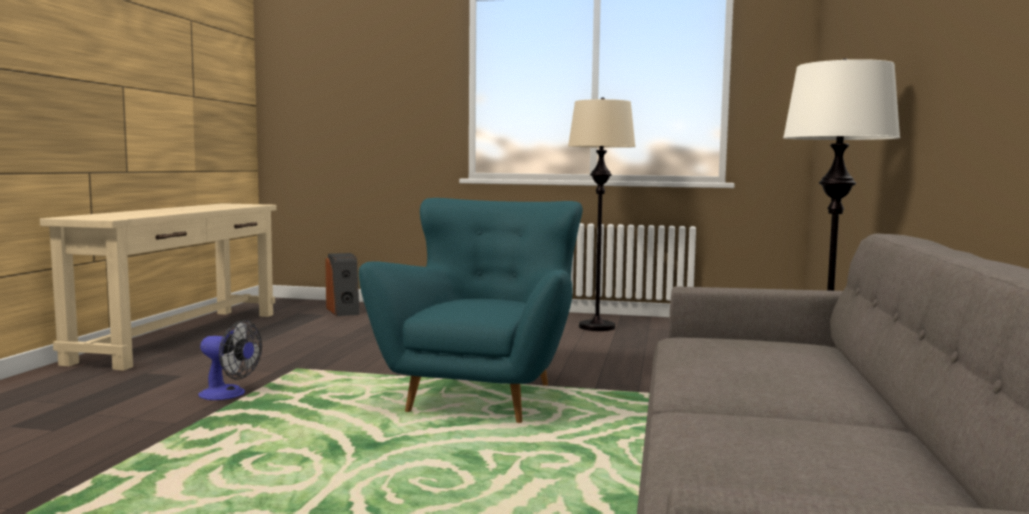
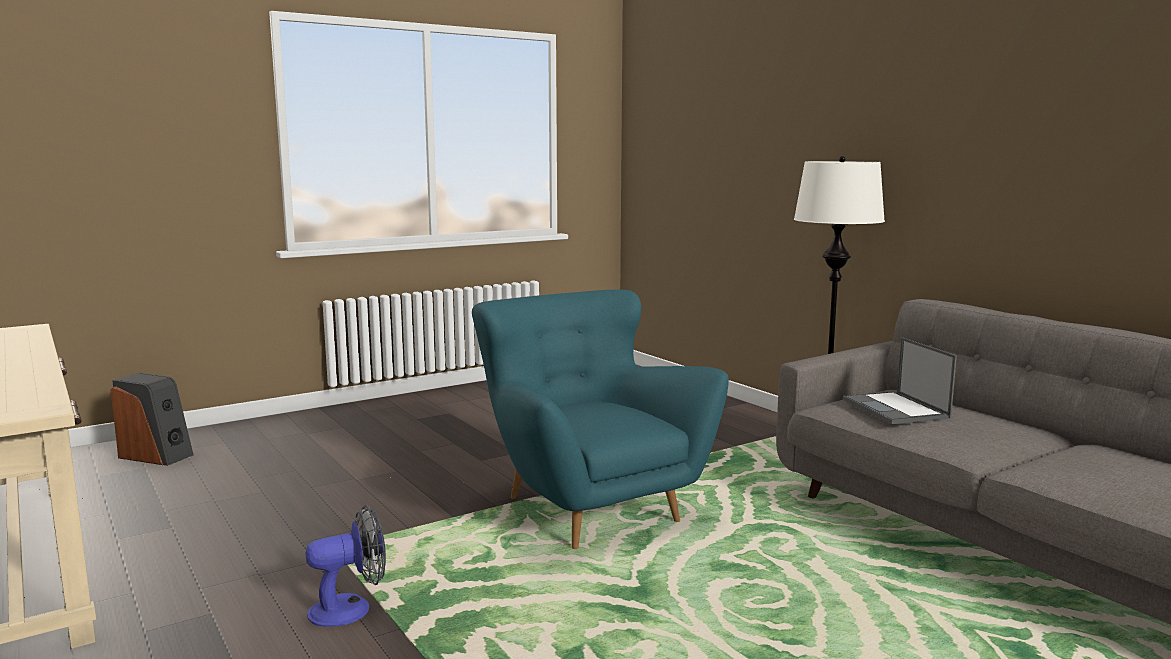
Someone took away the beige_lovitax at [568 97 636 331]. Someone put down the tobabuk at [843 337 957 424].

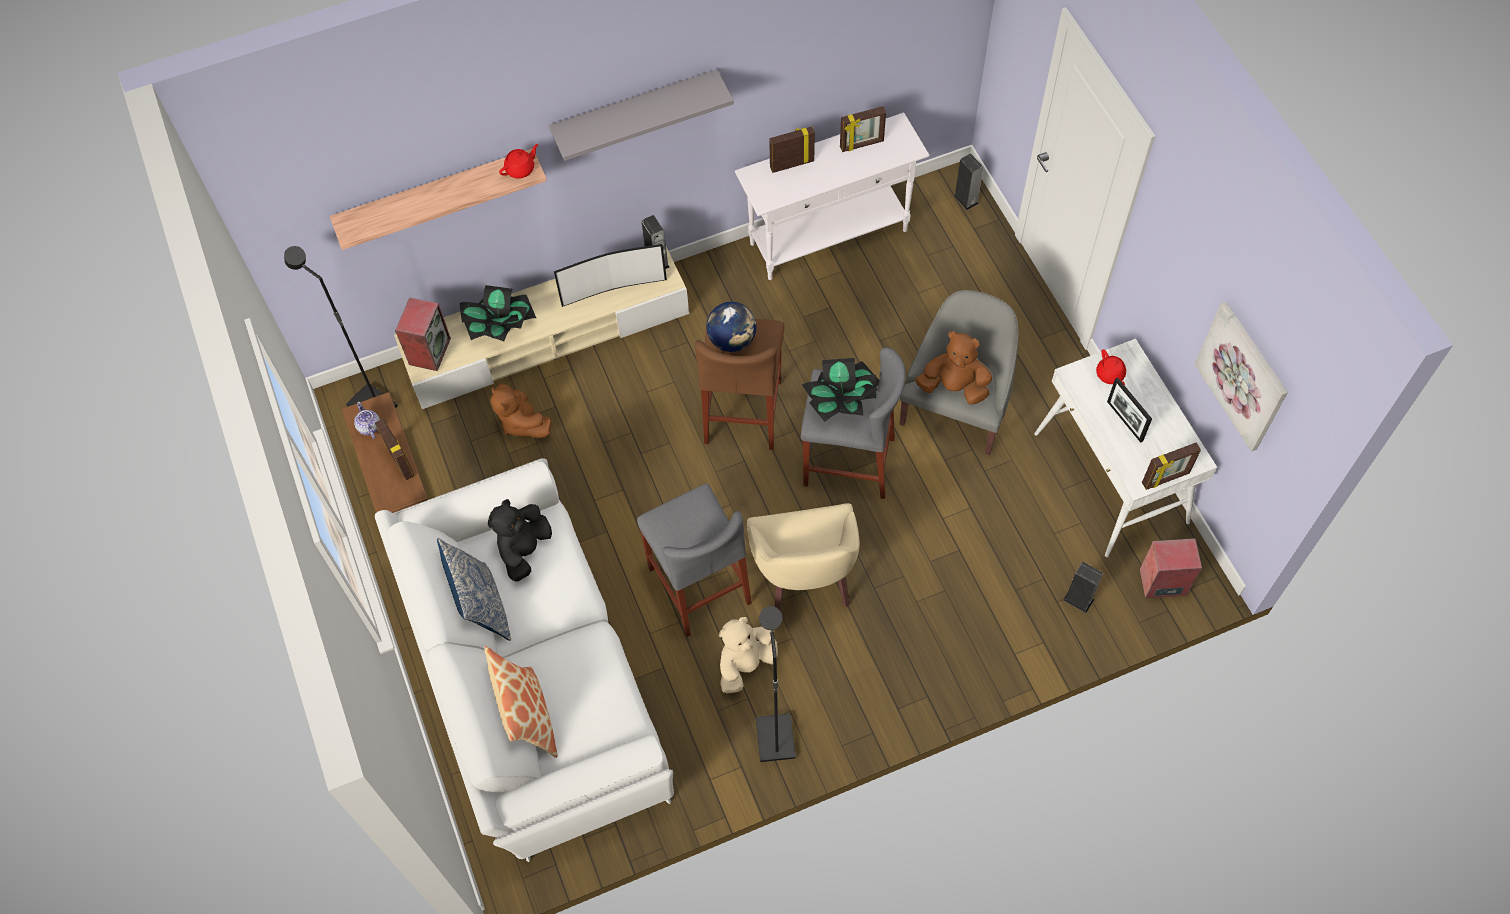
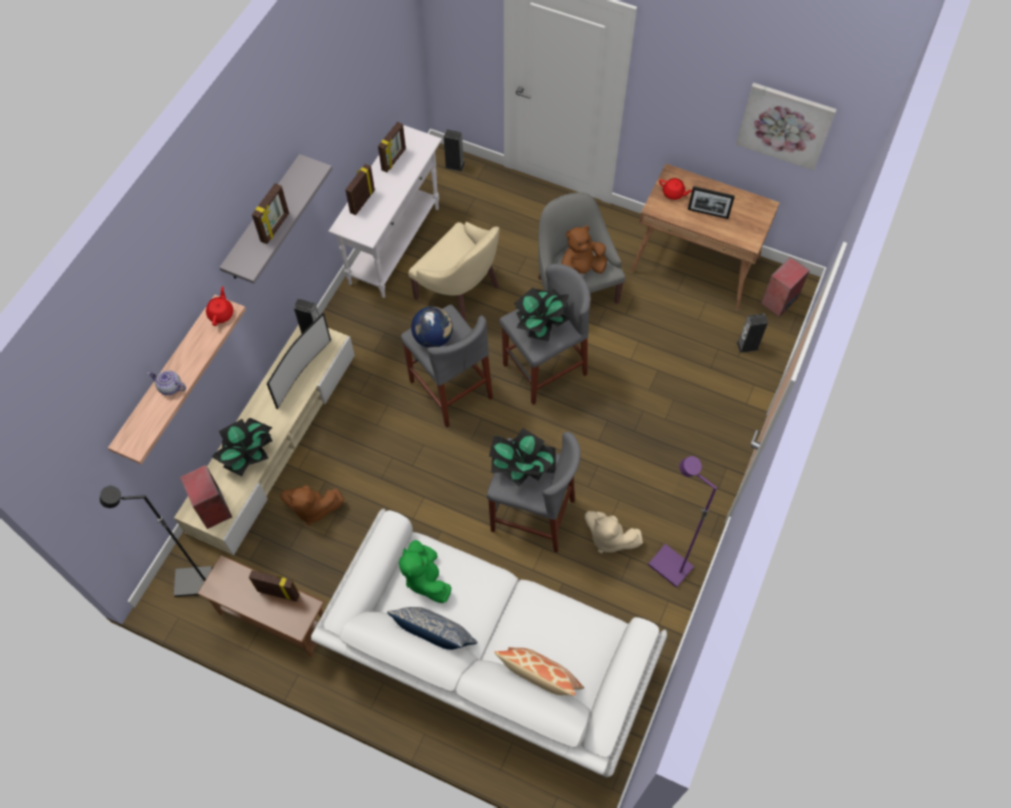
Someone put down the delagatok at [489 428 556 487]. Someone carried the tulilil from [354 402 380 439] to [147 370 186 395]. Someone carried the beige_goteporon from [747 503 860 611] to [408 222 500 321]. Someone carried the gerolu from [1142 442 1201 490] to [252 183 289 244]. Someone repainted the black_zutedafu at [488 499 552 582], which became the green_zutedafu at [399 540 451 603]. Someone repainted the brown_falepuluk at [695 319 785 450], which became the grey_falepuluk at [401 305 493 428]. Someone repainted the black_lovitax at [756 606 796 762], which became the purple_lovitax at [648 456 717 588]. Someone repainted the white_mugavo at [1034 339 1217 557], which became the brown_mugavo at [631 163 780 311]. Someone rotated the beige_zutedafu at [719 617 778 693] by 60 degrees counterclockwise.

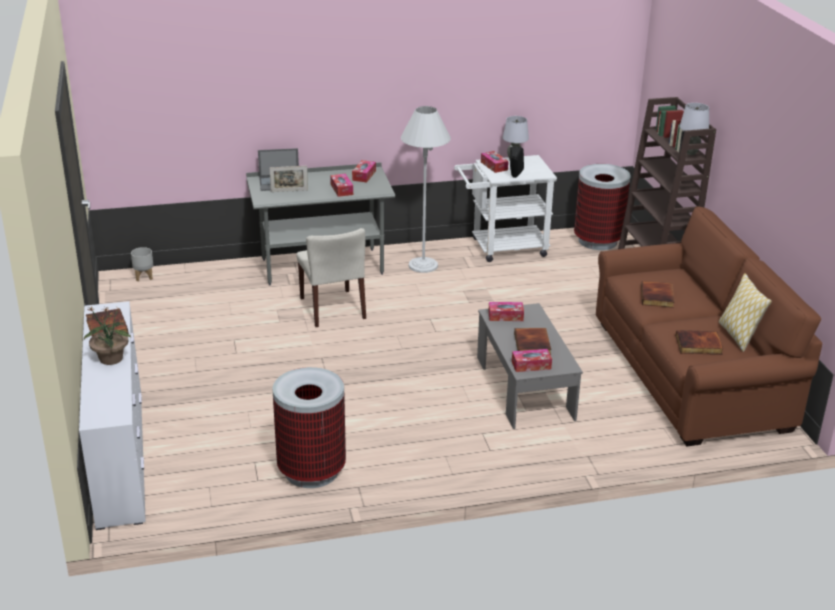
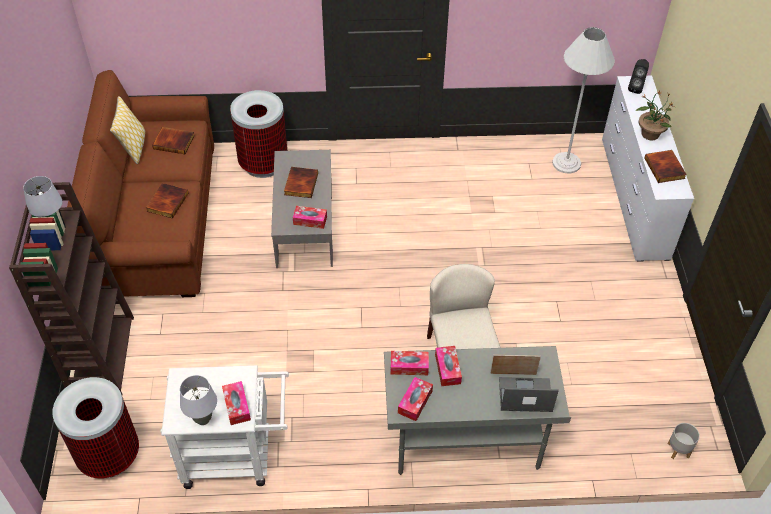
Someone carried the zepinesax from [272 367 346 488] to [230 90 287 178]. Someone carried the white_lovitax from [401 106 451 273] to [552 27 615 173]. Someone carried the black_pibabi from [510 147 524 178] to [628 59 649 94]. Someone carried the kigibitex from [512 349 552 372] to [390 351 429 375].

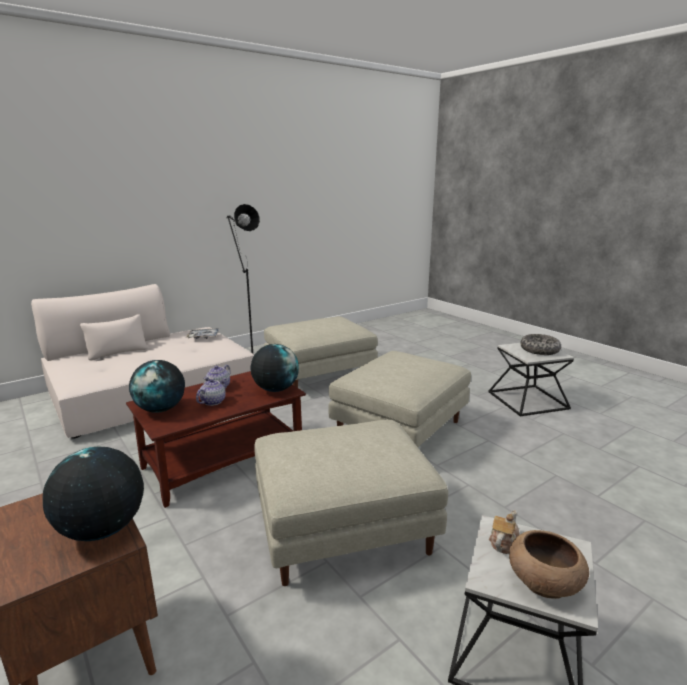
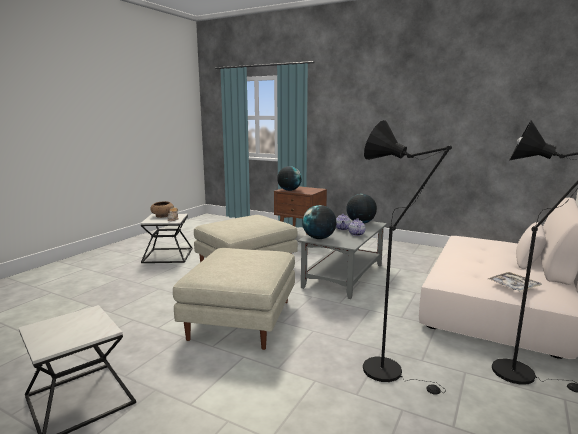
Someone took away the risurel at [520 334 561 355]. Someone swapped the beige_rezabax at [264 316 378 388] for the black_lovitax at [363 120 452 395]. Someone repainted the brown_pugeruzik at [126 371 306 508], which became the grey_pugeruzik at [298 218 387 299].

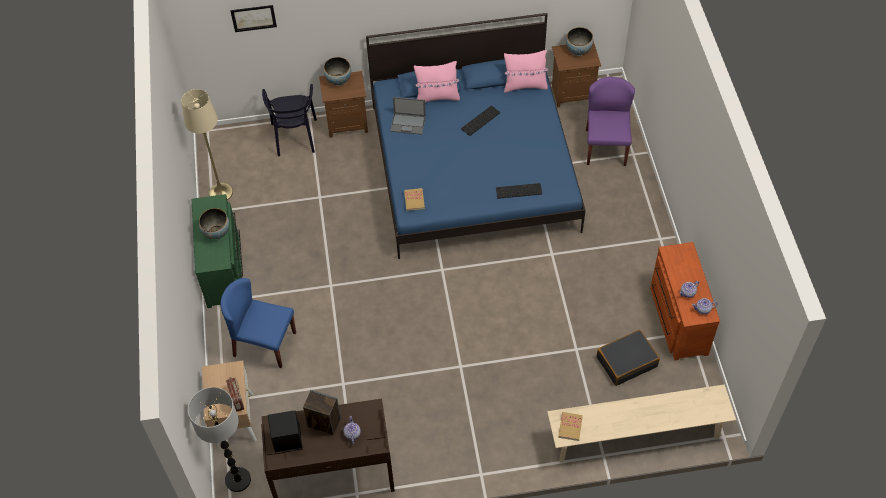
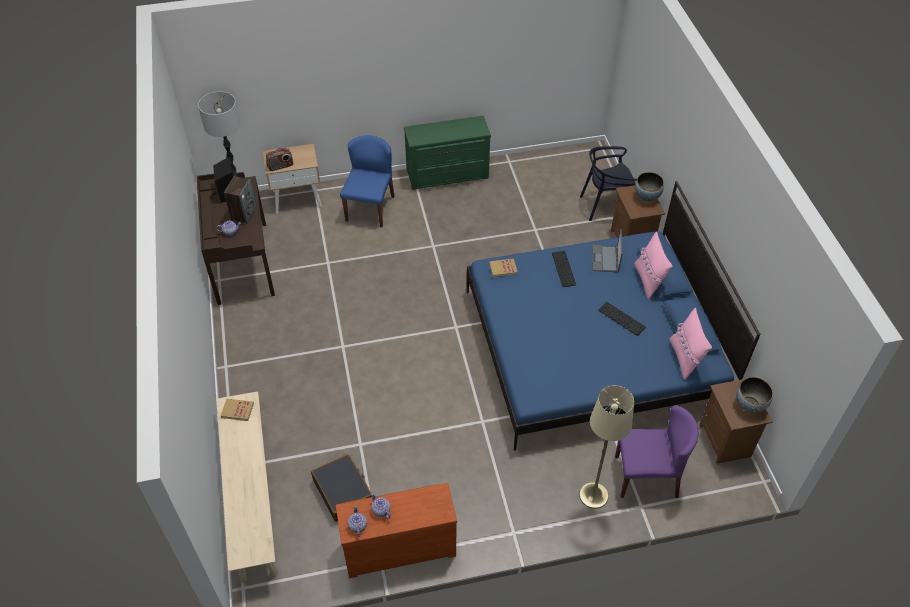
Someone took away the risurel at [199 208 229 239]. Someone took away the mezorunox at [230 5 277 32]. Someone carried the beige_lovitax from [181 89 233 200] to [579 385 634 509]. Someone carried the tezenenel from [496 183 542 199] to [552 251 576 287].

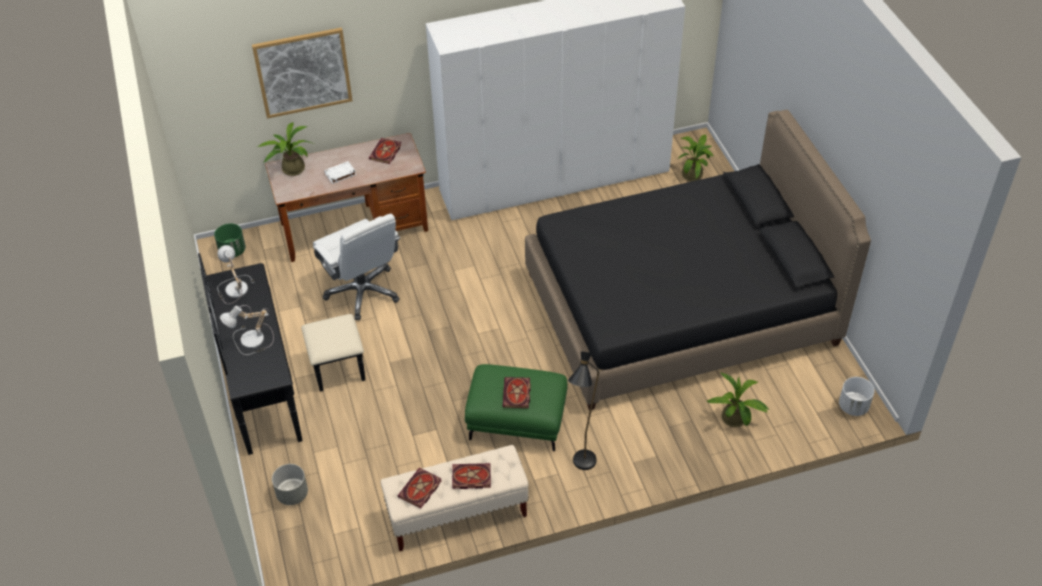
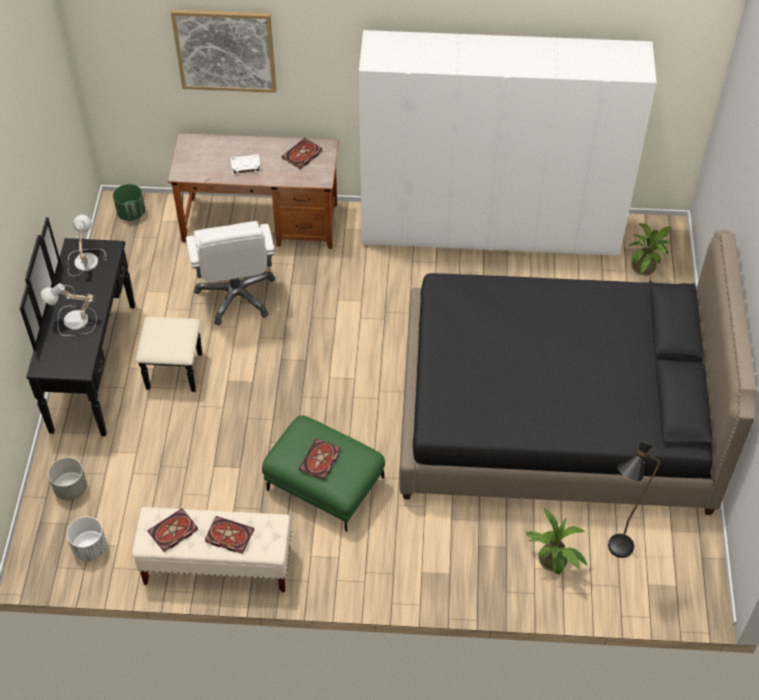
Someone took away the delagatok at [257 122 312 176]. Someone carried the black_lovitax from [568 351 599 470] to [608 441 660 558]. Someone carried the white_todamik from [839 377 874 416] to [67 517 107 561].

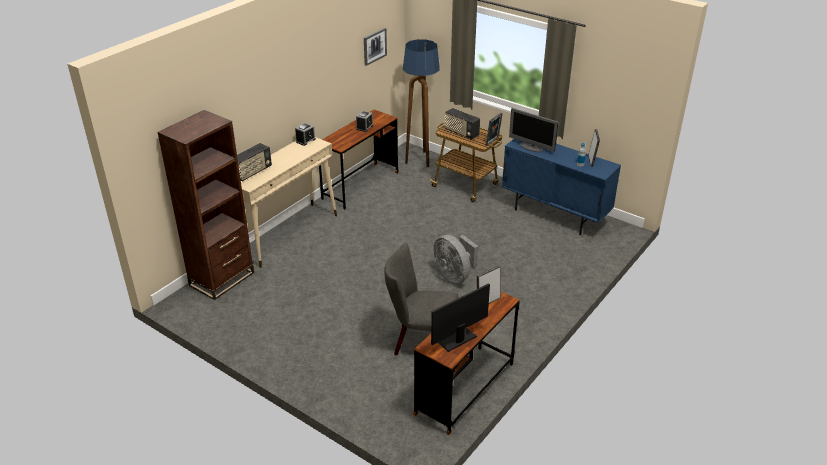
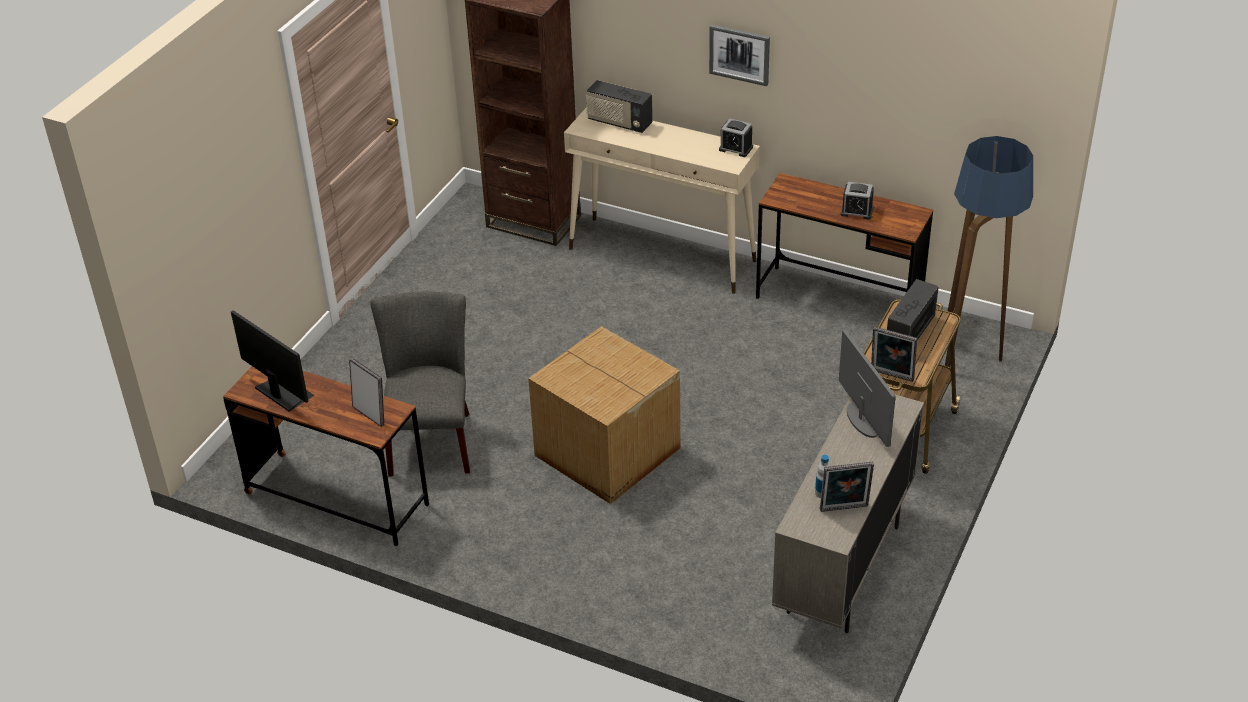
Someone carried the mezorunox from [364 28 387 66] to [709 24 770 86]. Someone swapped the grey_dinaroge at [433 235 478 283] for the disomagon at [528 326 680 504]. Someone repainted the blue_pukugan at [502 139 621 235], which became the beige_pukugan at [772 395 924 633]. Someone rotated the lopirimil at [509 108 559 152] by 135 degrees clockwise.

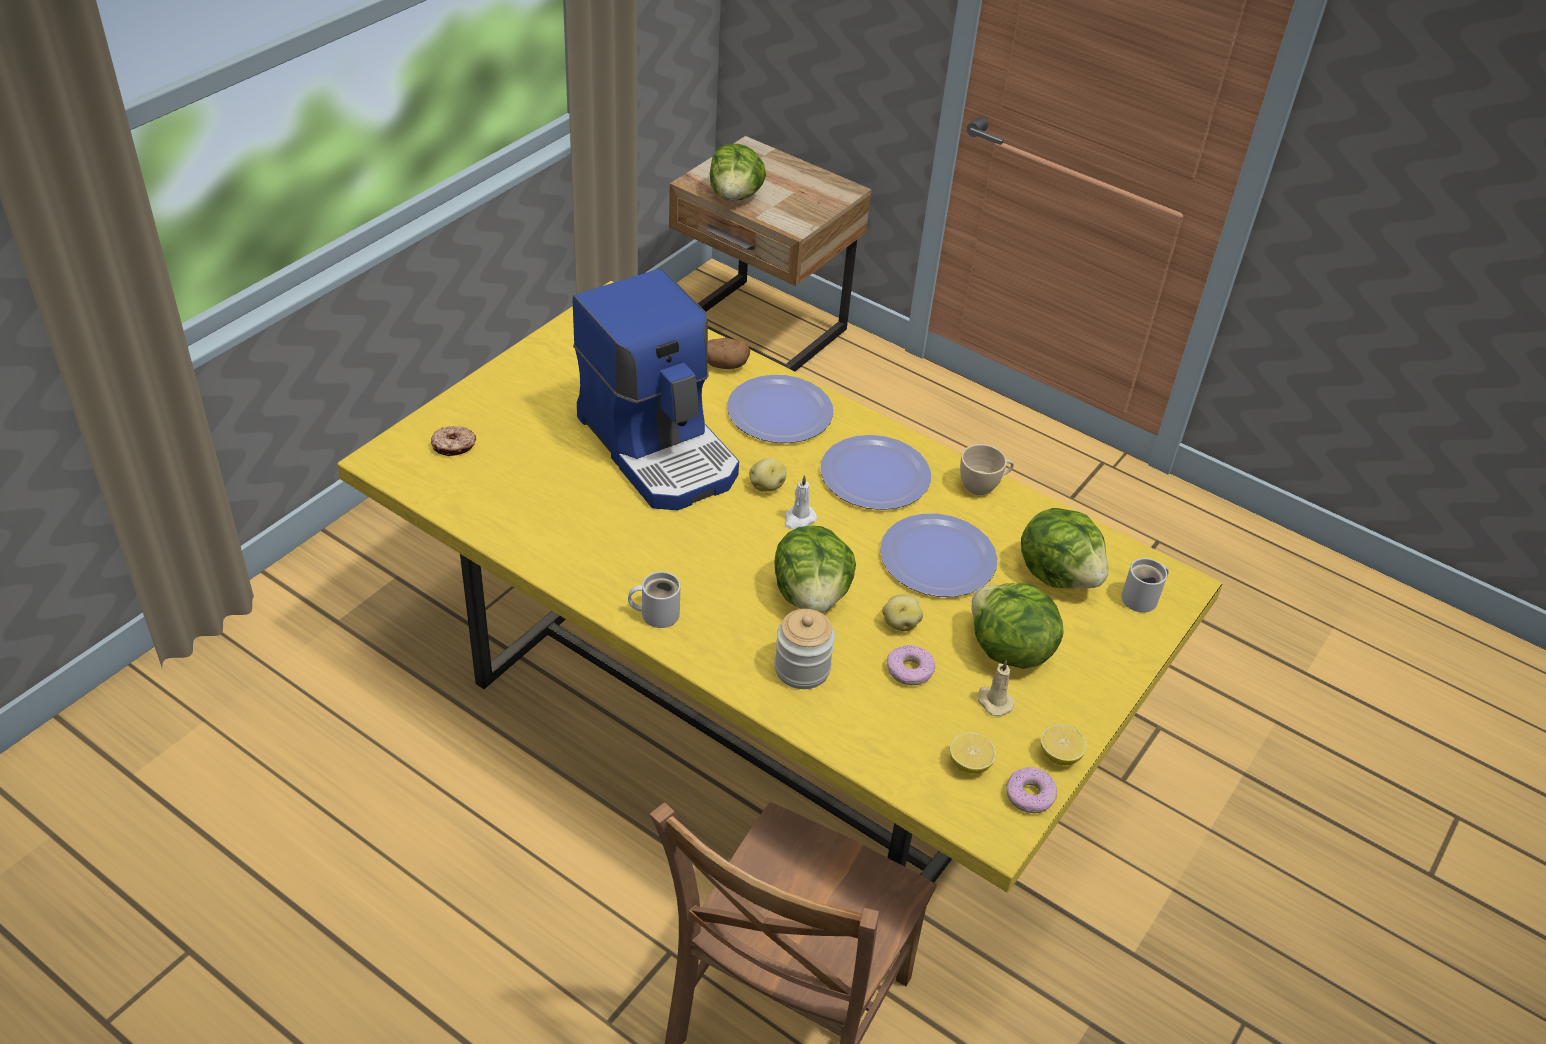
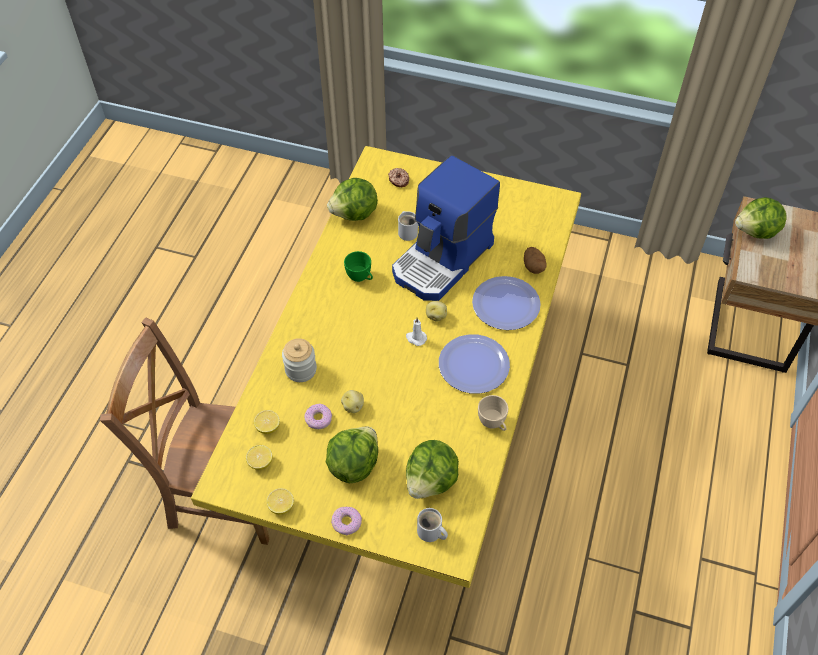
Someone took away the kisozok at [880 513 998 597]. Someone took away the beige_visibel at [978 660 1014 716]. Someone put down the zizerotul at [254 410 280 434]. Someone put down the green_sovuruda at [344 251 373 282]. Someone carried the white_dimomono from [628 572 680 628] to [398 211 418 241]. Someone carried the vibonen from [774 525 856 613] to [327 178 378 221]. Someone carried the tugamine from [1006 767 1057 813] to [331 507 362 535].

